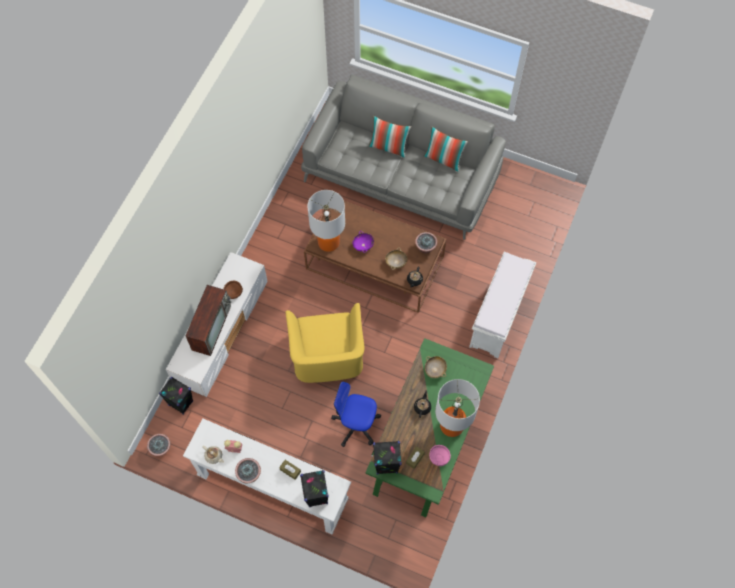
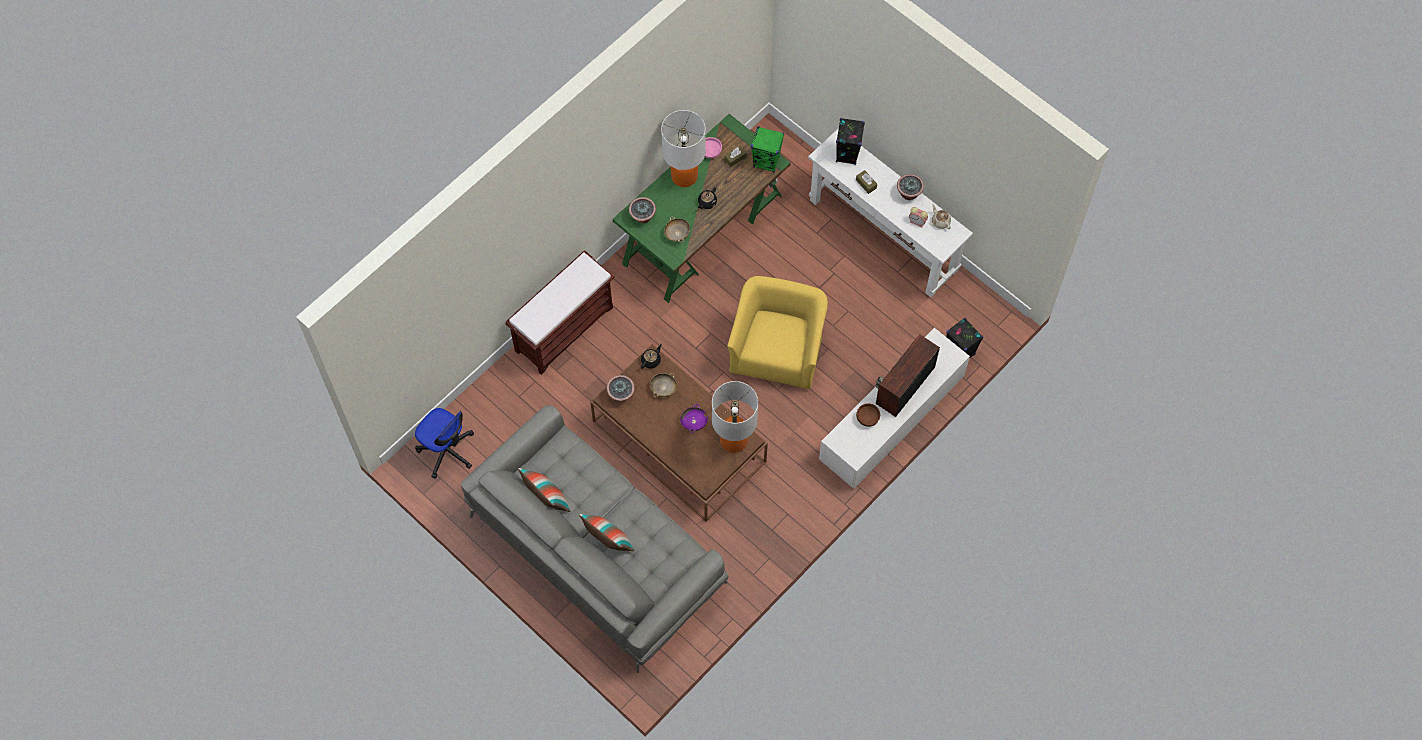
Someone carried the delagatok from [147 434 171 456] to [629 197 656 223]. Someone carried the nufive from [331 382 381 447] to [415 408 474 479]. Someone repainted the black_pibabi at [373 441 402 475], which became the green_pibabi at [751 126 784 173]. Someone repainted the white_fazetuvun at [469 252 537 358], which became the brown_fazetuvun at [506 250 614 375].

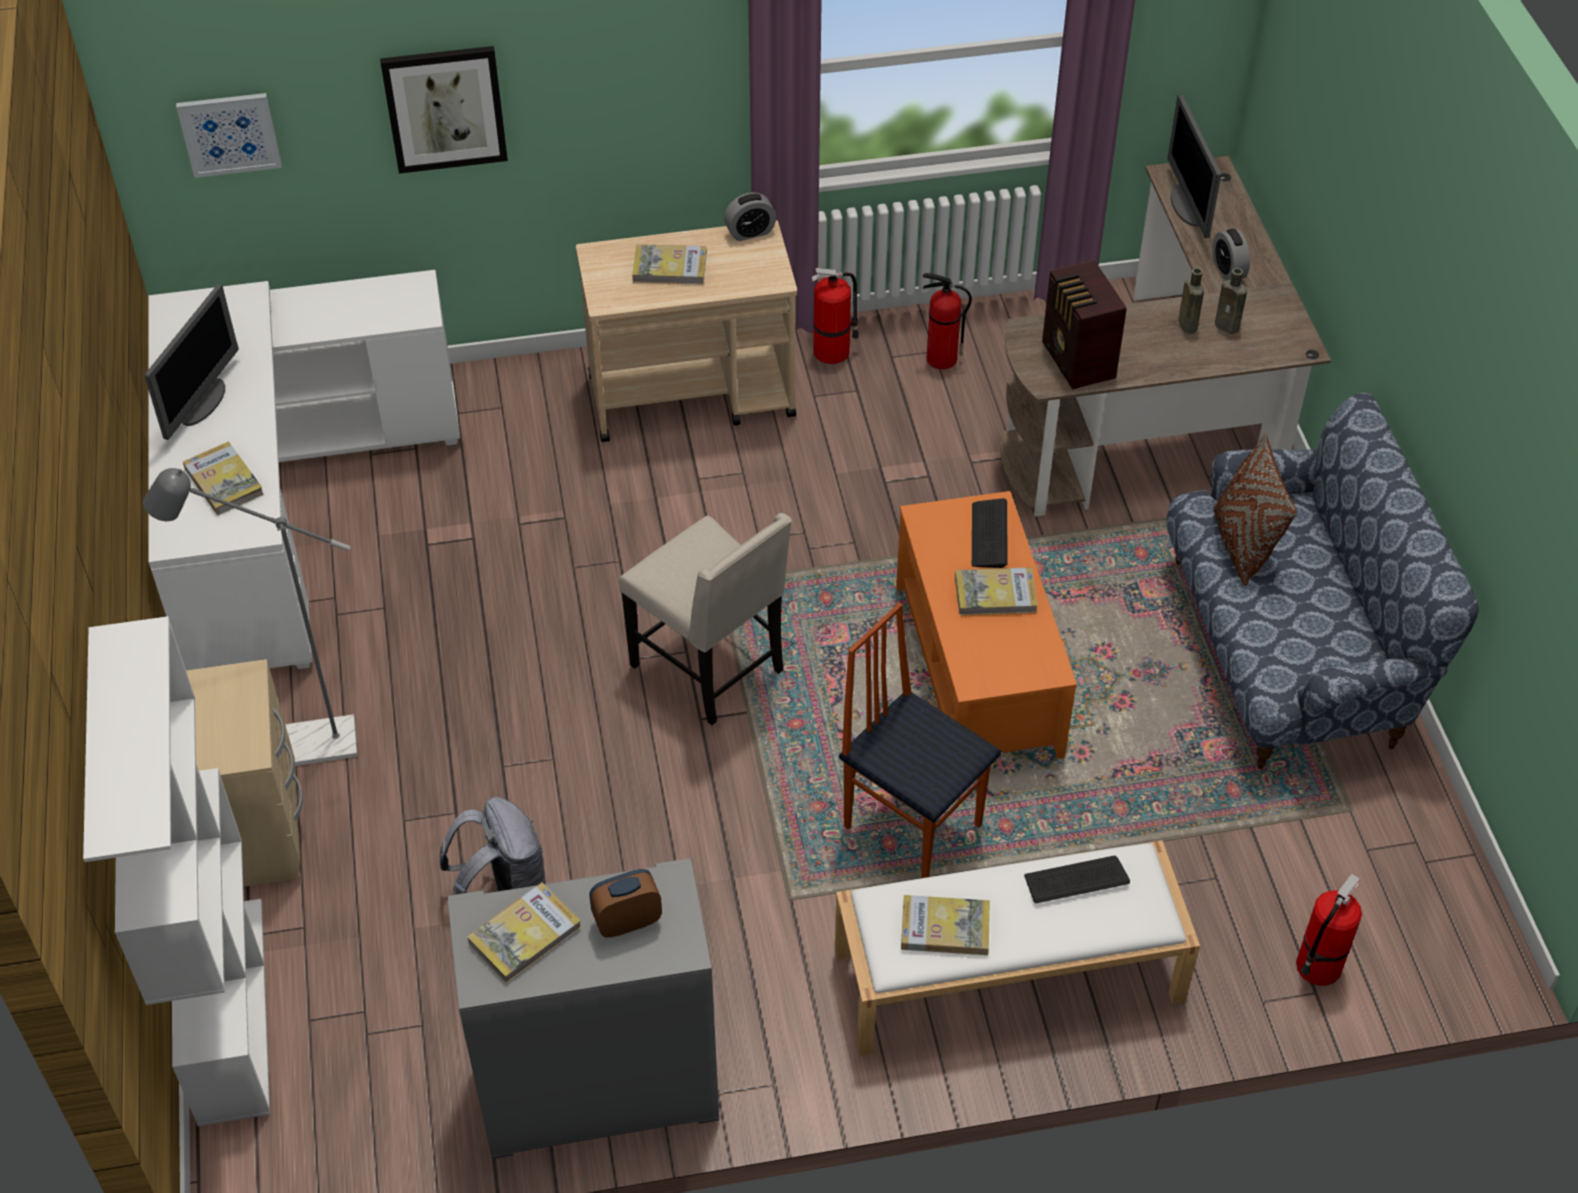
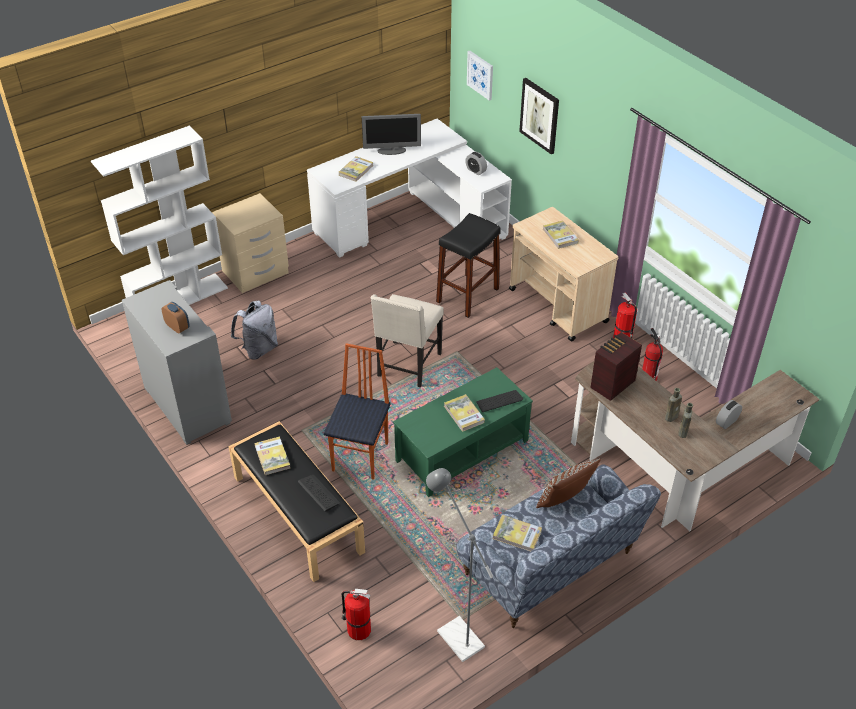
Someone took away the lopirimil at [1167 95 1221 238]. Someone put down the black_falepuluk at [436 213 501 318]. Someone carried the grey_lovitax from [143 468 358 766] to [426 468 493 662]. Someone carried the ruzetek from [467 882 582 983] to [493 515 542 552]. Someone carried the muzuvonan from [724 193 776 241] to [465 152 487 175]. Someone repainted the white_fazetuvun at [835 840 1200 1056], which became the black_fazetuvun at [229 421 365 582]. Someone repainted the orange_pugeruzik at [896 491 1077 759], which became the green_pugeruzik at [393 367 533 497].

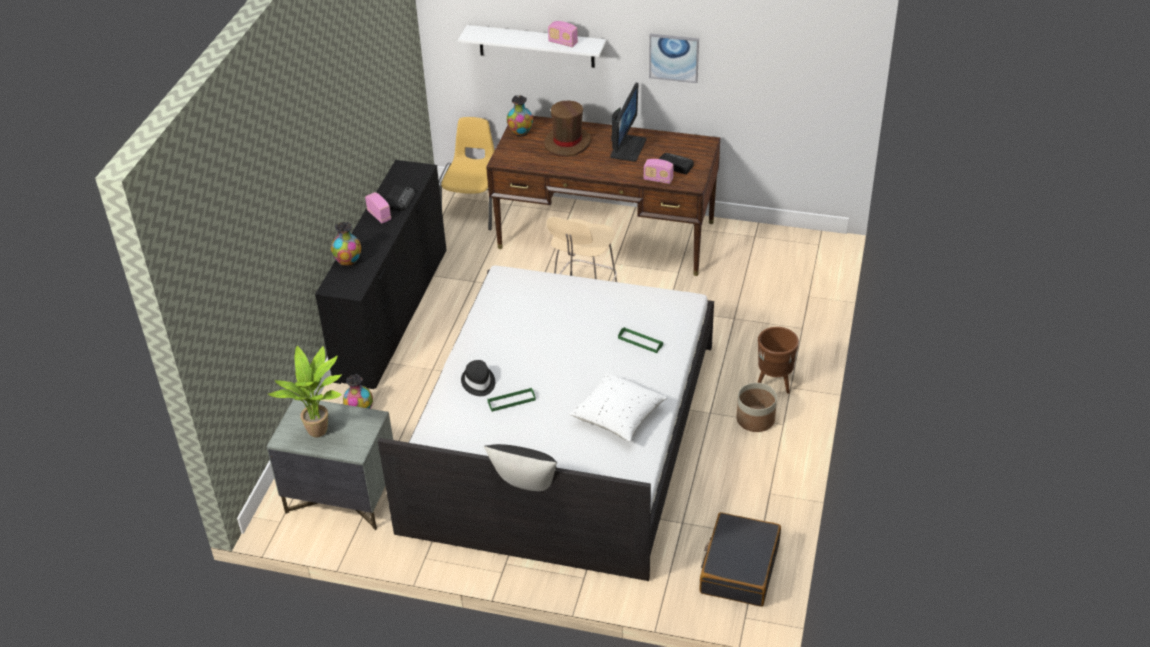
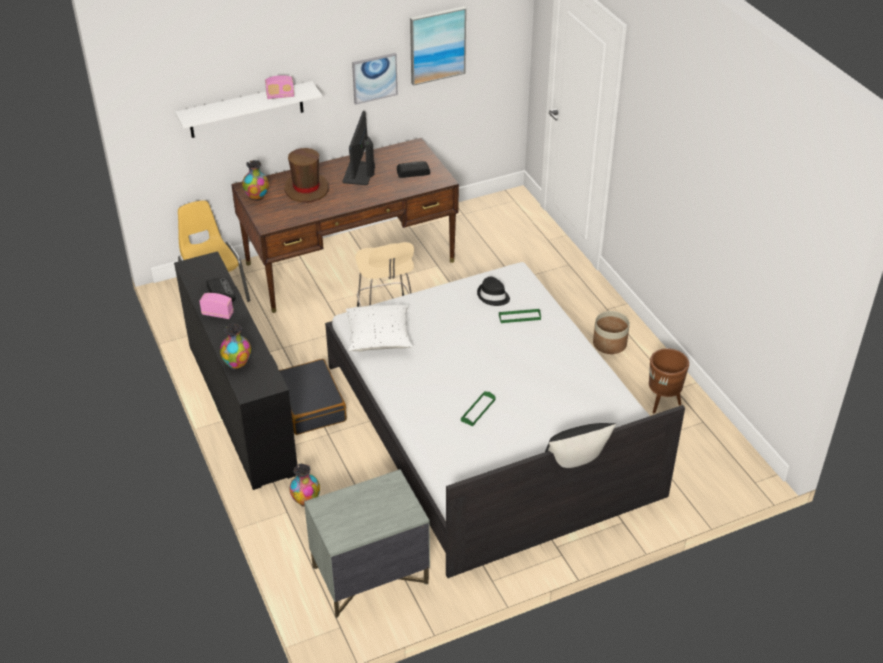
Someone took away the delagatok at [268 346 342 438]. Someone took away the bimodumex at [643 159 674 184]. Someone put up the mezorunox at [410 6 466 86]. Someone carried the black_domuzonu from [461 360 495 396] to [477 277 510 306]. Someone carried the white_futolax from [569 372 667 442] to [346 304 413 352]. Someone carried the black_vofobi from [699 512 781 607] to [279 359 346 435]. Someone carried the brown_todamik from [757 327 799 394] to [649 348 689 413]. Someone rotated the lopirimil at [610 83 647 162] by 150 degrees counterclockwise.

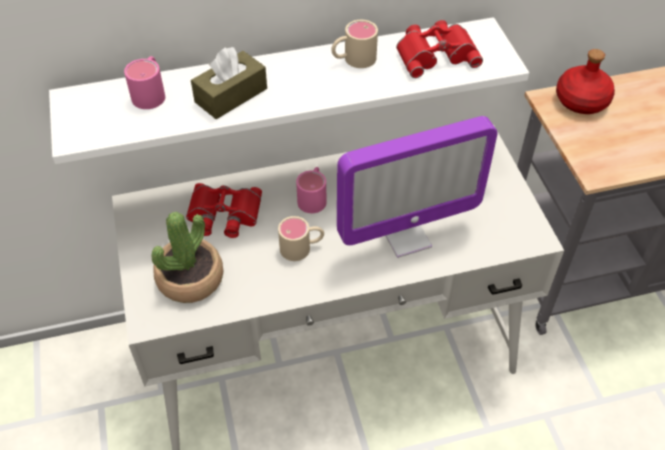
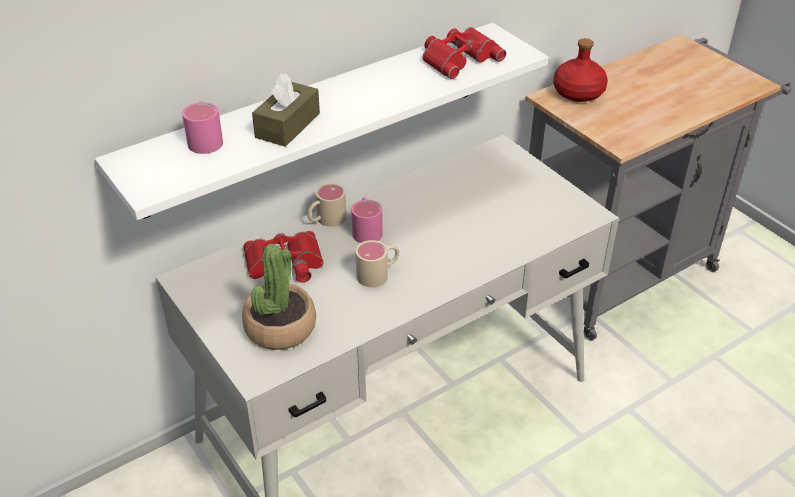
Someone took away the lopirimil at [337 116 498 258]. Someone carried the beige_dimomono from [331 20 378 68] to [307 183 346 227].

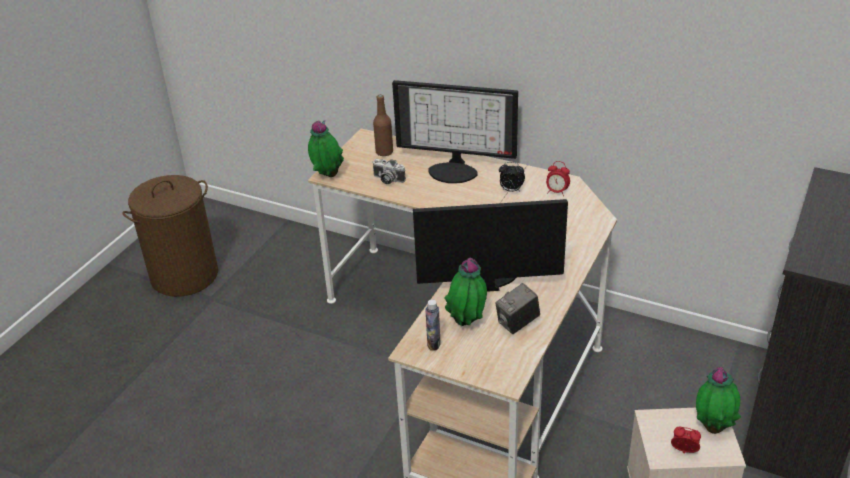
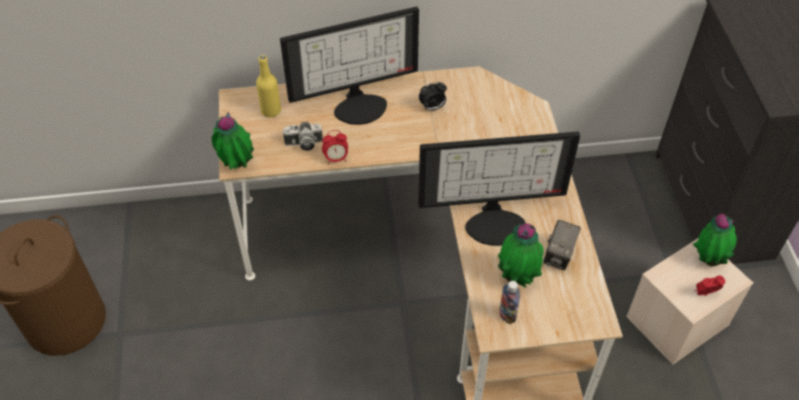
Someone carried the muzuvonan from [546 161 570 196] to [322 130 348 165]. Someone repainted the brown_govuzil at [373 95 393 156], which became the yellow_govuzil at [256 55 281 117]. Someone rotated the lopirimil at [413 199 568 292] by 150 degrees counterclockwise.

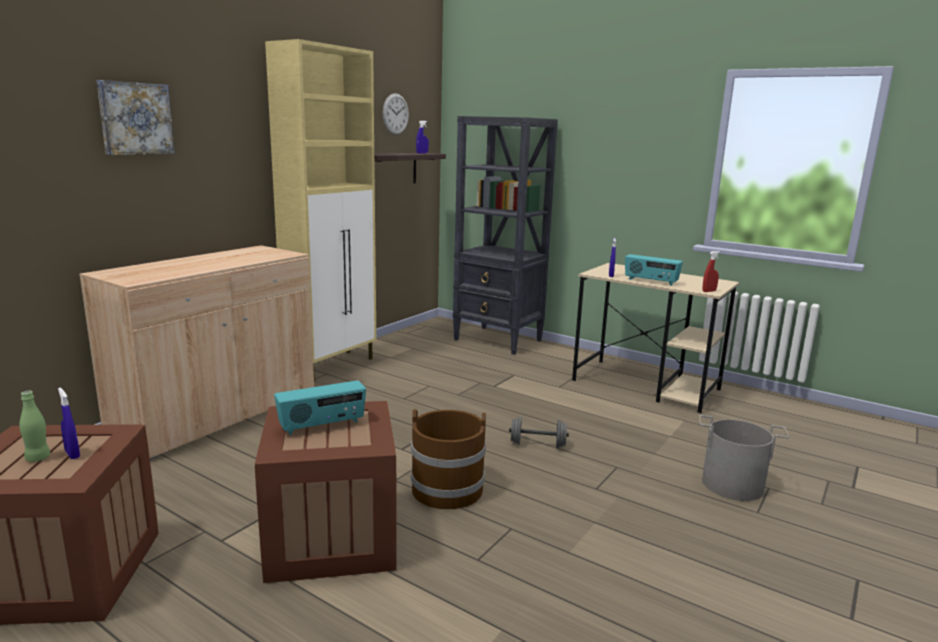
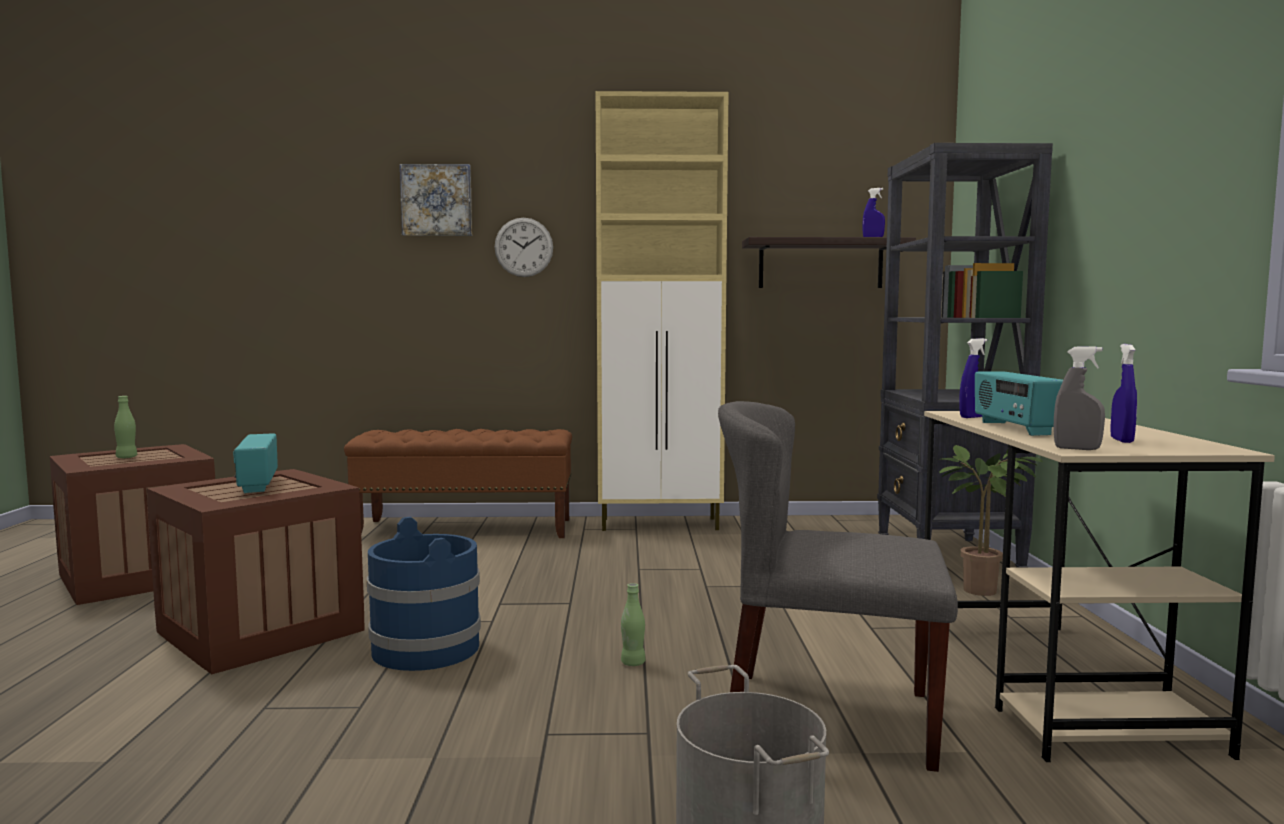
Someone put down the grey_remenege at [718 401 958 772]. Someone put down the delagatok at [939 445 1043 596]. Someone carried the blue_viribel from [58 388 80 459] to [1111 344 1137 443]. Someone carried the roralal from [383 93 409 135] to [494 218 553 277]. Someone swapped the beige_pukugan at [79 245 314 460] for the brown_fazetuvun at [344 429 572 538]. Someone swapped the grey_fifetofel at [509 417 569 448] for the green_govuzil at [621 583 645 666]. Someone repainted the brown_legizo at [411 409 486 509], which became the blue_legizo at [367 517 481 671]. Someone repainted the red_viribel at [703 251 720 292], which became the grey_viribel at [1053 346 1105 450]. Someone rotated the bimodumex at [274 380 366 435] by 45 degrees clockwise.

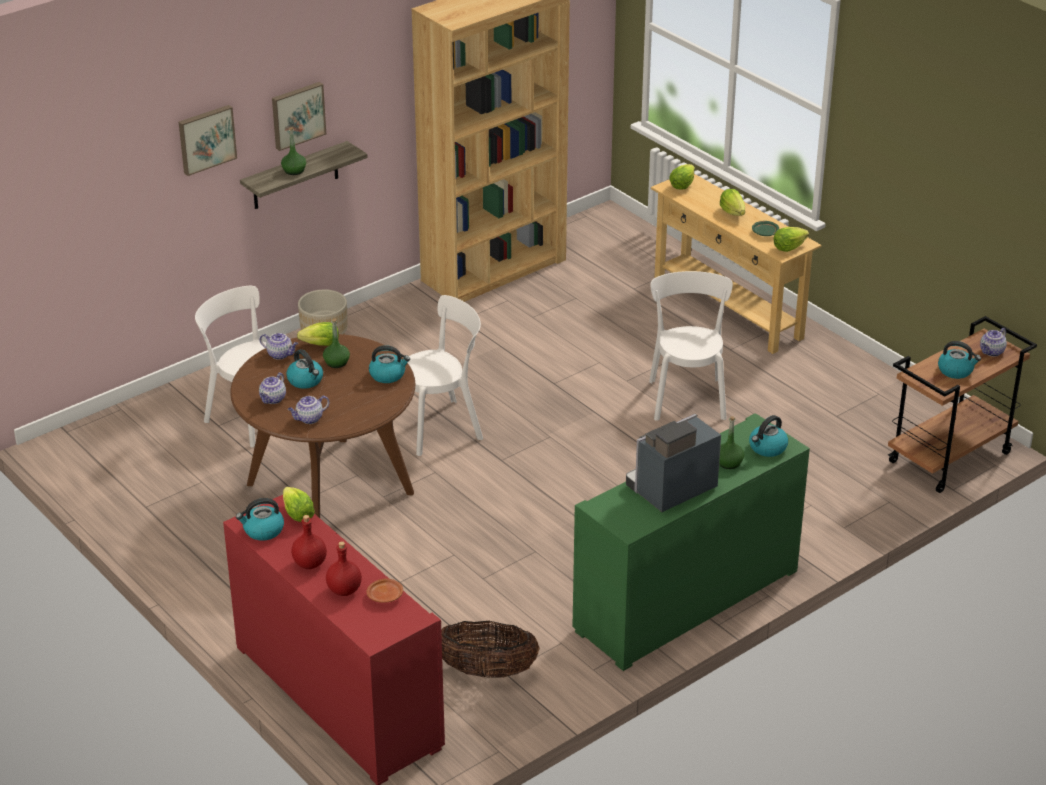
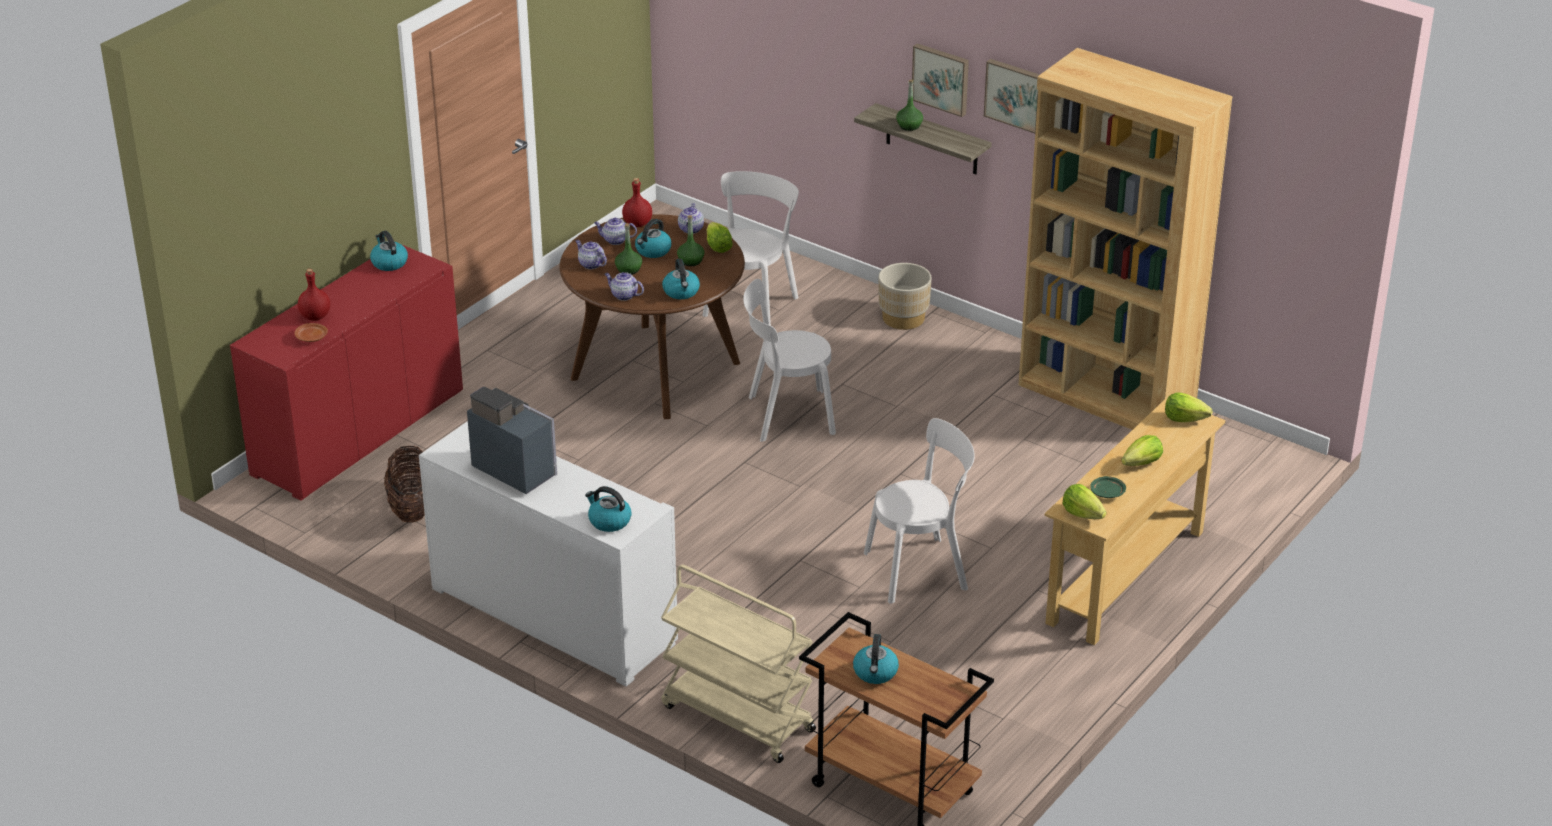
Someone took away the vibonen at [283 487 315 522]. Someone put down the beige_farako at [661 564 816 763]. Someone carried the mezorunox from [179 105 237 176] to [984 59 1040 133]. Someone carried the red_govuzil from [291 515 327 569] to [622 178 652 227]. Someone carried the green_govuzil from [719 416 744 469] to [615 223 642 275]. Someone carried the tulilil from [980 328 1007 357] to [605 272 644 301]. Someone repainted the green_pukugan at [572 413 810 671], which became the white_pukugan at [419 421 678 687]. Someone rotated the white_remenege at [408 295 483 456] by 120 degrees clockwise.

